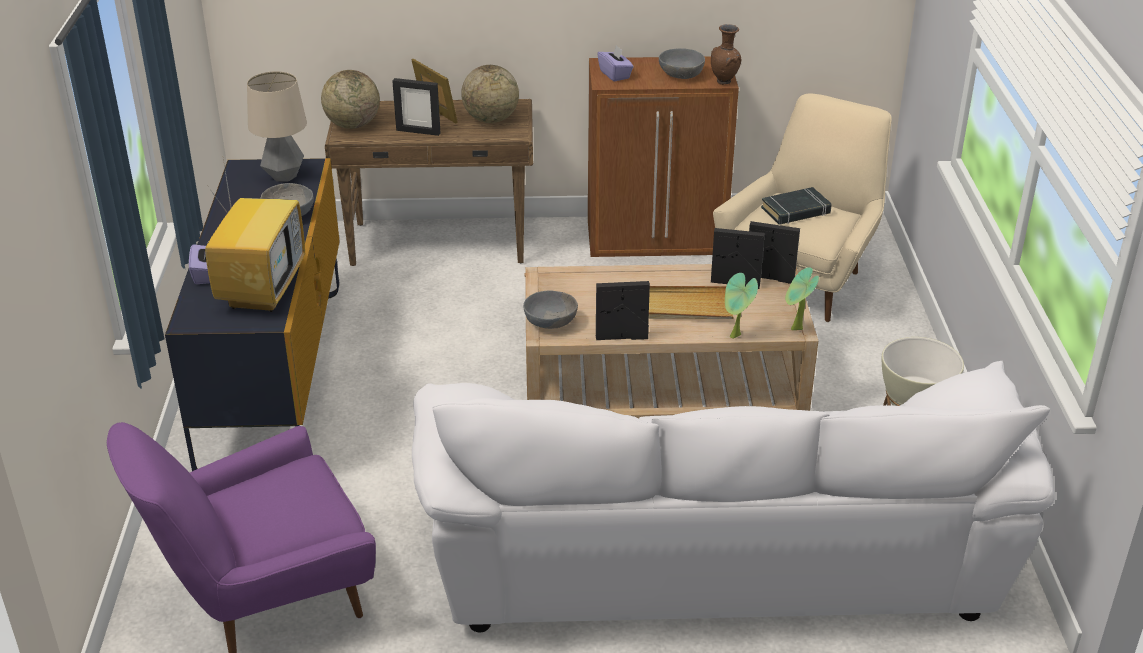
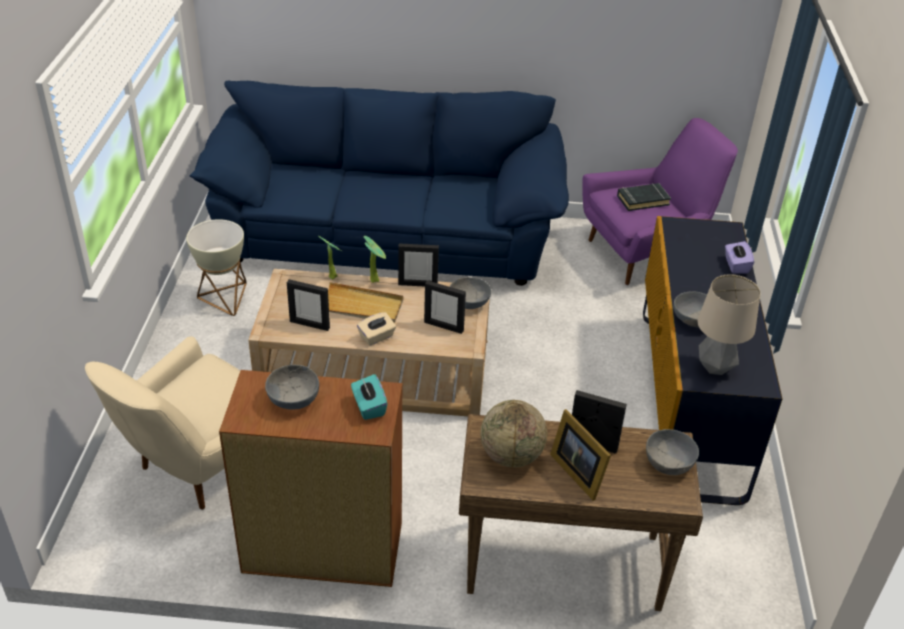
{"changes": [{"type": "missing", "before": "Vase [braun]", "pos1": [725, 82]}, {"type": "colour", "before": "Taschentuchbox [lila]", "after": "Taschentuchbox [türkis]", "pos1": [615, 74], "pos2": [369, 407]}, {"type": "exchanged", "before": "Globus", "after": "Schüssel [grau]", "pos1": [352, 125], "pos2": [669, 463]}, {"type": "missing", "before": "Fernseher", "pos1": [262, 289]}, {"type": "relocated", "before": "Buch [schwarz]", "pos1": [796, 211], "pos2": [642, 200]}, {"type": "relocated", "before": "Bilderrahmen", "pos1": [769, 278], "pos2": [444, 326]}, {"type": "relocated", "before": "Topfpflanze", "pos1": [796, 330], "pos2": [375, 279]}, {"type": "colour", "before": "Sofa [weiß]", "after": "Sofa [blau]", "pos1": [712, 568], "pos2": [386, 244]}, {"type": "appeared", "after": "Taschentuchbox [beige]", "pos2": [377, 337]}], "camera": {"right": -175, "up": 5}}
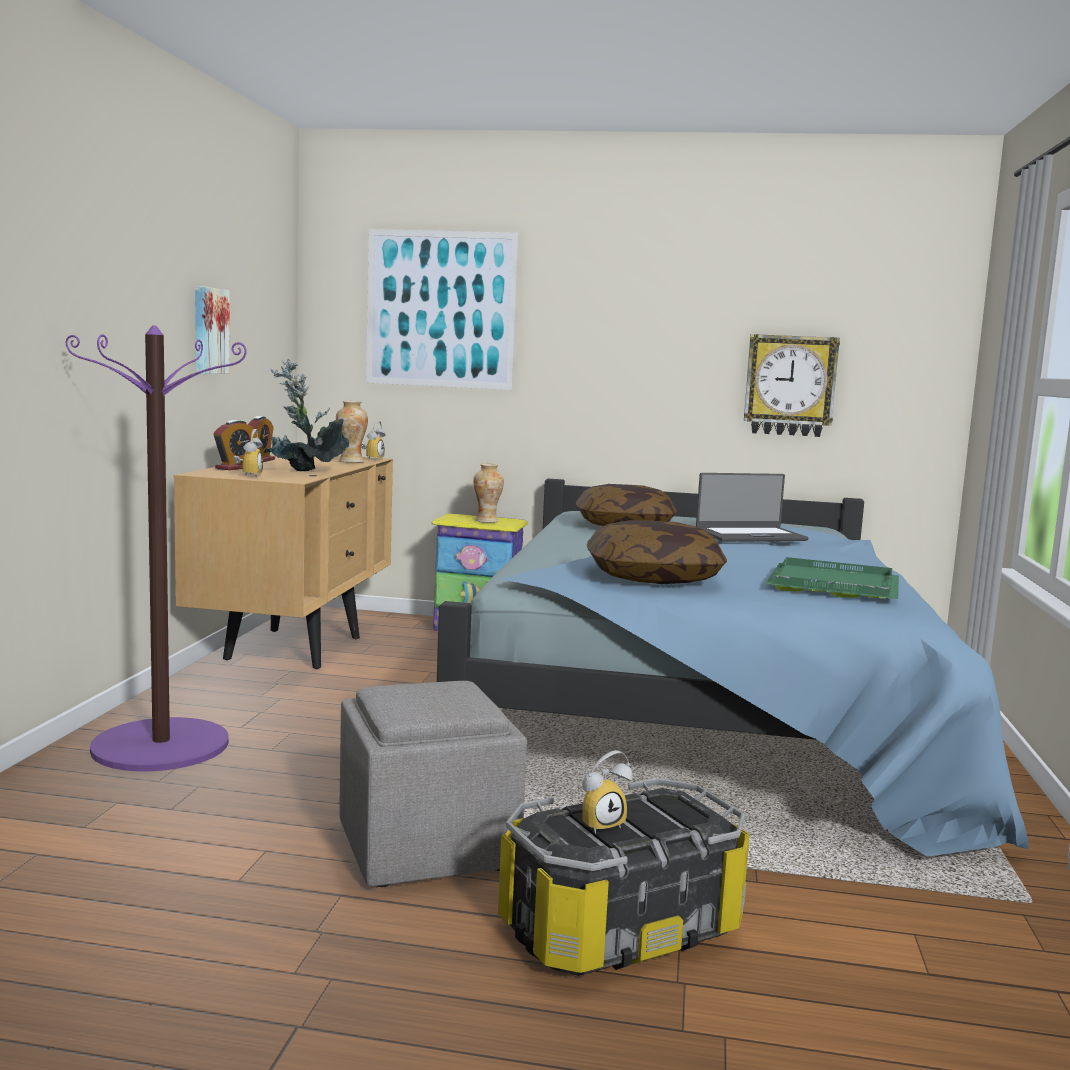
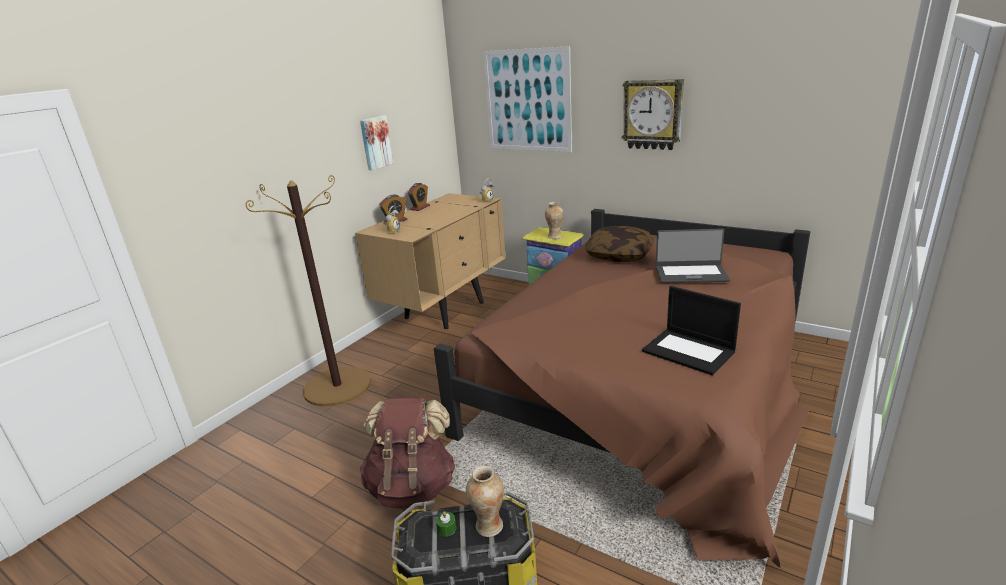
{"changes": [{"type": "colour", "before": "Kleiderständer [lila]", "after": "Kleiderständer [braun]", "pos1": [161, 745], "pos2": [337, 386]}, {"type": "relocated", "before": "Wanduhr", "pos1": [790, 385], "pos2": [652, 114]}, {"type": "missing", "before": "Topfpflanze", "pos1": [304, 472]}, {"type": "relocated", "before": "Vase", "pos1": [351, 461], "pos2": [489, 526]}, {"type": "colour", "before": "Bett [blau]", "after": "Bett [braun]", "pos1": [703, 713], "pos2": [646, 388]}, {"type": "missing", "before": "Kissen", "pos1": [653, 577]}, {"type": "exchanged", "before": "Tablett [grün]", "after": "Laptop", "pos1": [836, 585], "pos2": [689, 351]}, {"type": "exchanged", "before": "Polsterhocker [grau]", "after": "Rucksack [braun]", "pos1": [427, 846], "pos2": [412, 487]}, {"type": "exchanged", "before": "Wecker", "after": "Kerze [grün]", "pos1": [601, 823], "pos2": [446, 528]}], "camera": {"right": 25, "up": 15}}
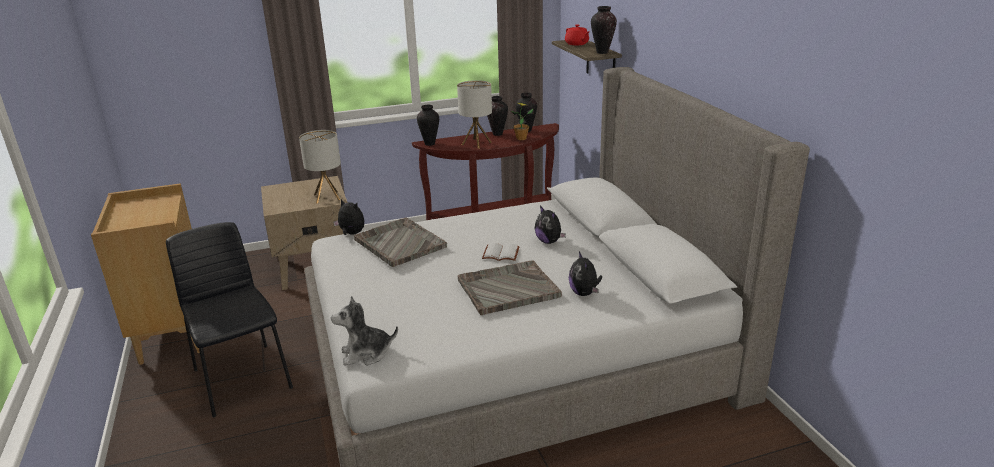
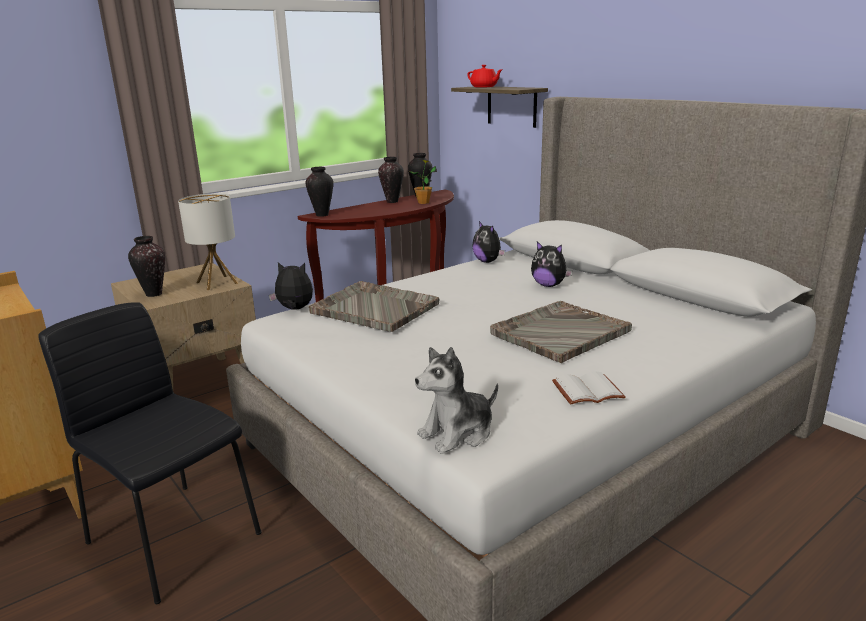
{"changes": [{"type": "relocated", "before": "Vase", "pos1": [602, 52], "pos2": [154, 294]}, {"type": "missing", "before": "Tischlampe", "pos1": [476, 143]}, {"type": "relocated", "before": "Buch [weiß]", "pos1": [501, 253], "pos2": [588, 390]}, {"type": "relocated", "before": "Plüschtier", "pos1": [584, 293], "pos2": [488, 261]}], "camera": {"right": -20, "up": -5}}
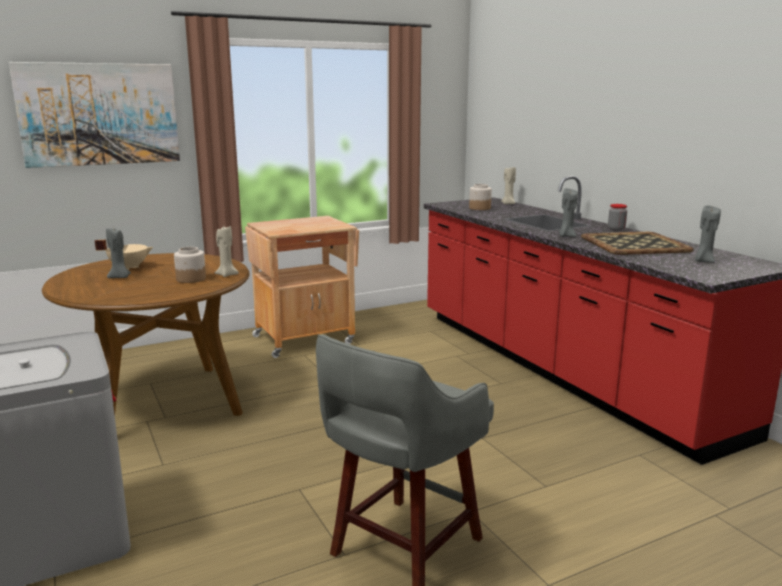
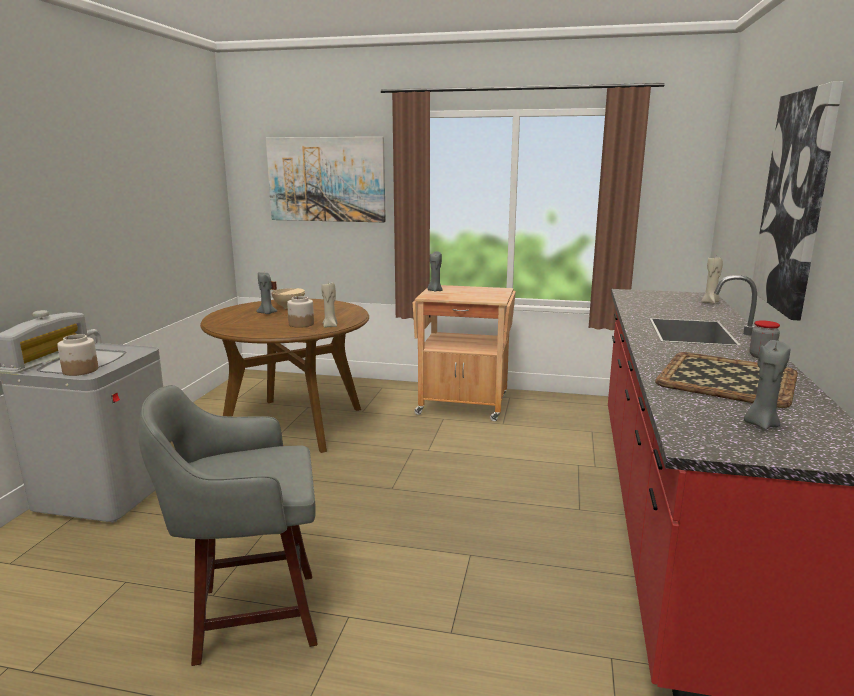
{"changes": [{"type": "relocated", "before": "Vorratsglas", "pos1": [479, 208], "pos2": [80, 370]}, {"type": "relocated", "before": "Kerze [grau]", "pos1": [566, 236], "pos2": [435, 290]}, {"type": "appeared", "after": "Bild", "pos2": [795, 202]}], "camera": {"right": 40, "up": 0}}
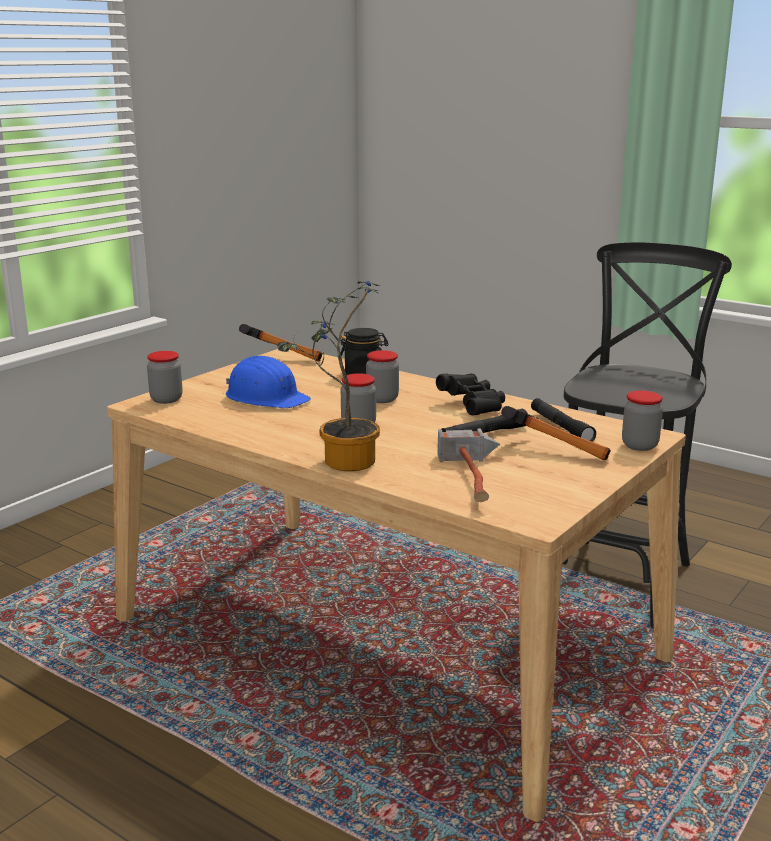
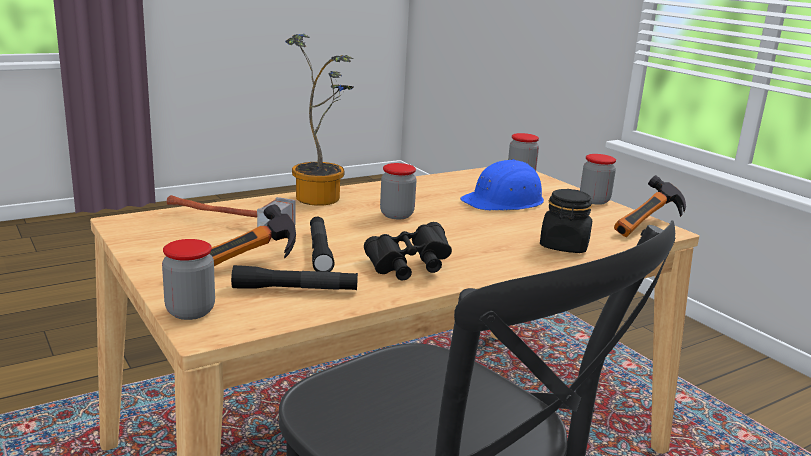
{"changes": [{"type": "relocated", "before": "Vorratsglas", "pos1": [382, 399], "pos2": [594, 200]}], "camera": {"right": 110, "up": 0}}
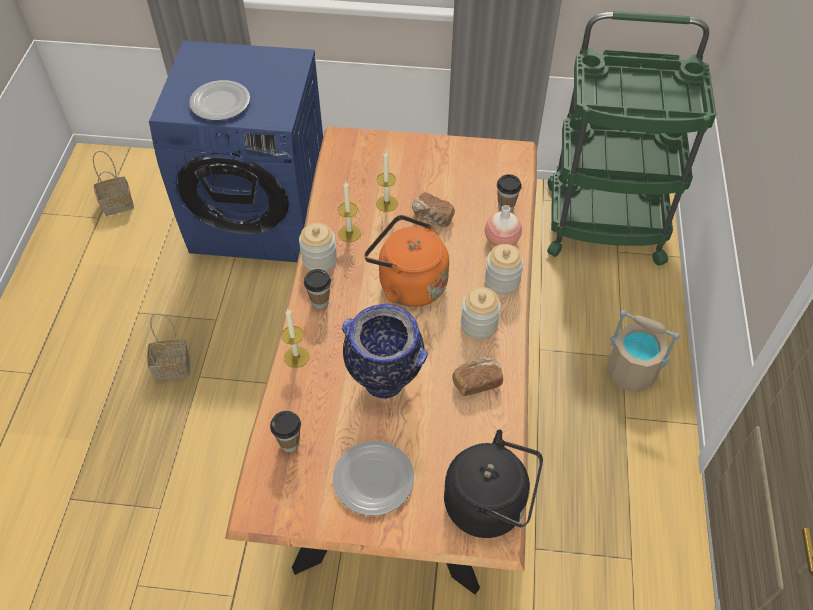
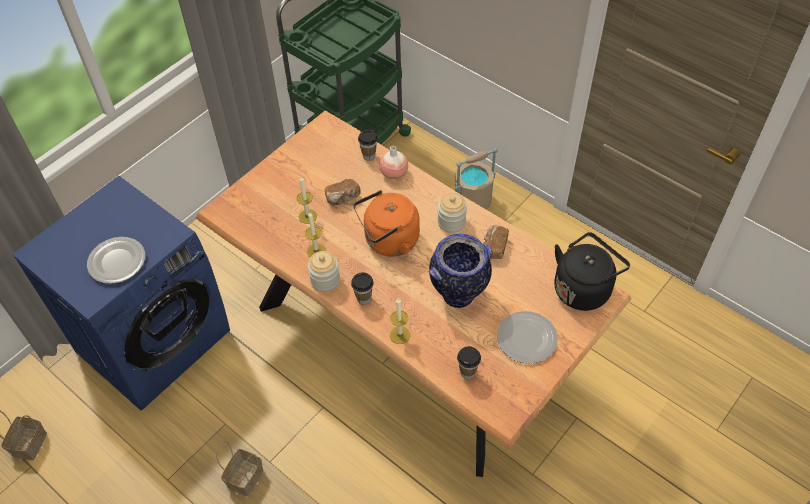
{"changes": [{"type": "missing", "before": "Vorratsglas", "pos1": [502, 281]}], "camera": {"right": -55, "up": 0}}
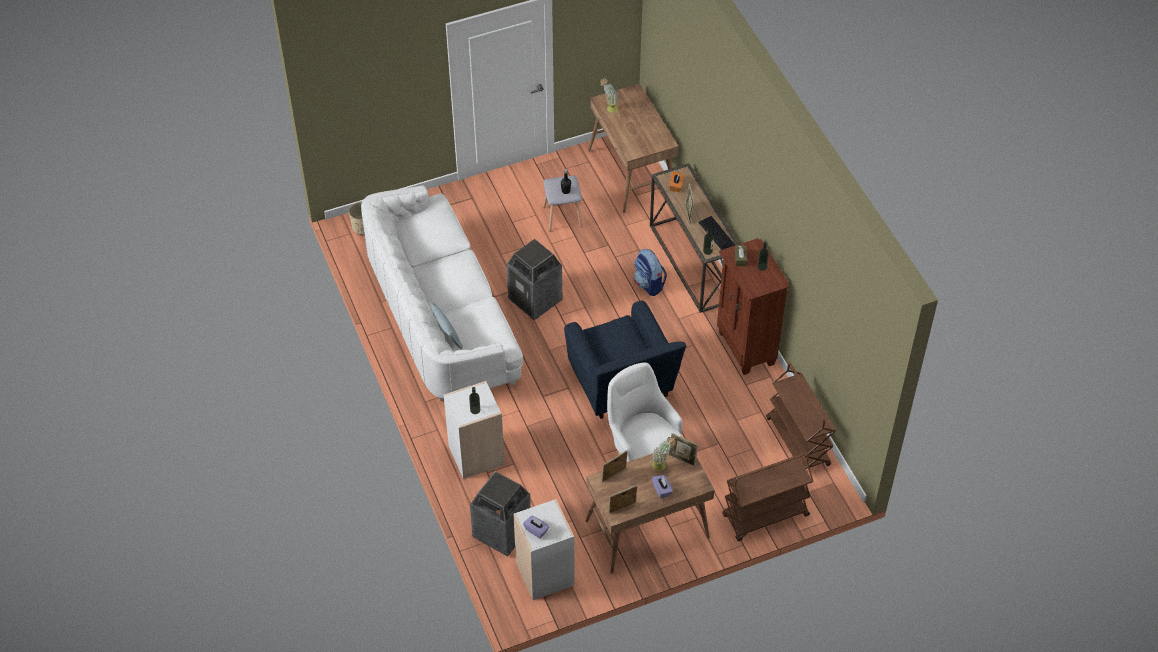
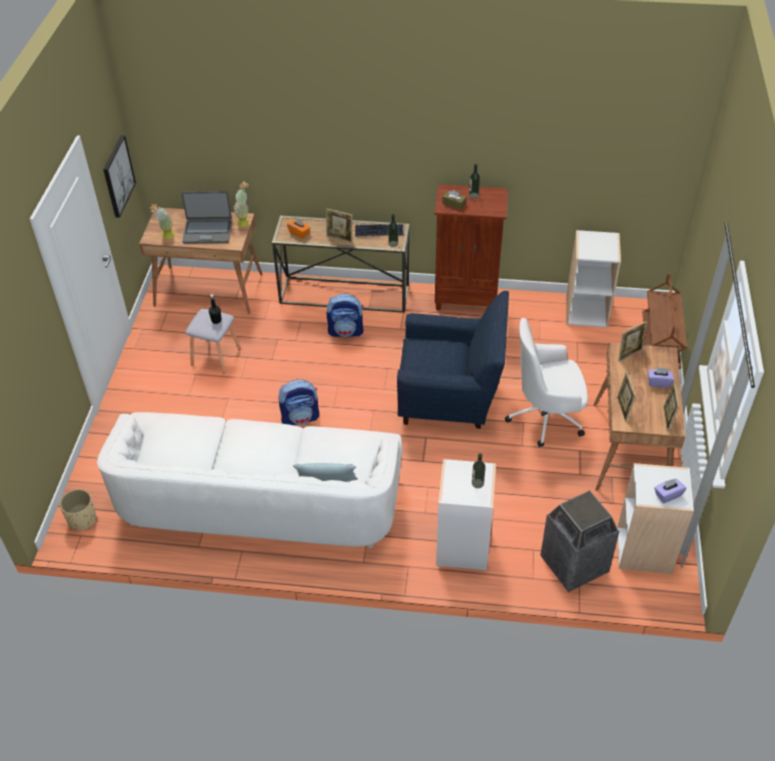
{"changes": [{"type": "exchanged", "before": "Mülleimer", "after": "Rucksack", "pos1": [535, 300], "pos2": [300, 417]}, {"type": "exchanged", "before": "Rollwagen [braun]", "after": "Bücherregal", "pos1": [798, 442], "pos2": [587, 311]}, {"type": "relocated", "before": "Topfpflanze", "pos1": [662, 465], "pos2": [244, 221]}, {"type": "appeared", "after": "Bild", "pos2": [118, 176]}, {"type": "appeared", "after": "Laptop", "pos2": [207, 232]}], "camera": {"right": -60, "up": -5}}
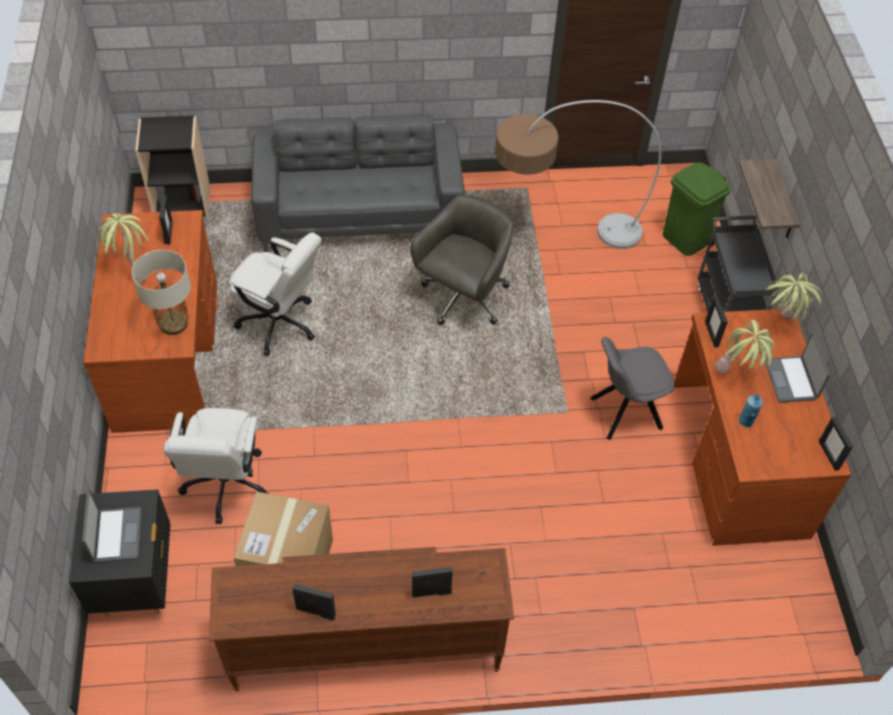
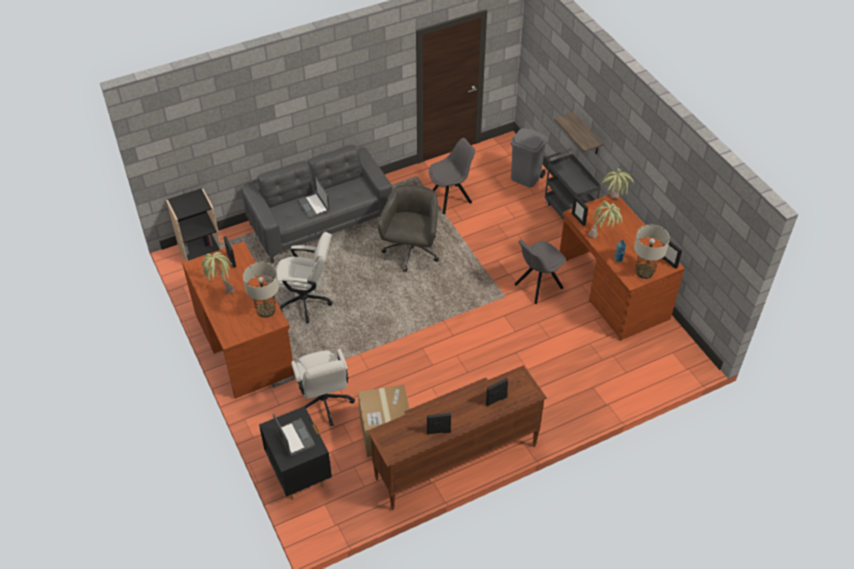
{"changes": [{"type": "exchanged", "before": "Stehlampe", "after": "Stuhl [grau]", "pos1": [559, 237], "pos2": [450, 199]}, {"type": "colour", "before": "Mülleimer [grün]", "after": "Mülleimer [grau]", "pos1": [686, 239], "pos2": [526, 178]}, {"type": "relocated", "before": "Laptop", "pos1": [791, 380], "pos2": [314, 206]}, {"type": "appeared", "after": "Tischlampe", "pos2": [644, 272]}], "camera": {"right": -20, "up": -5}}
